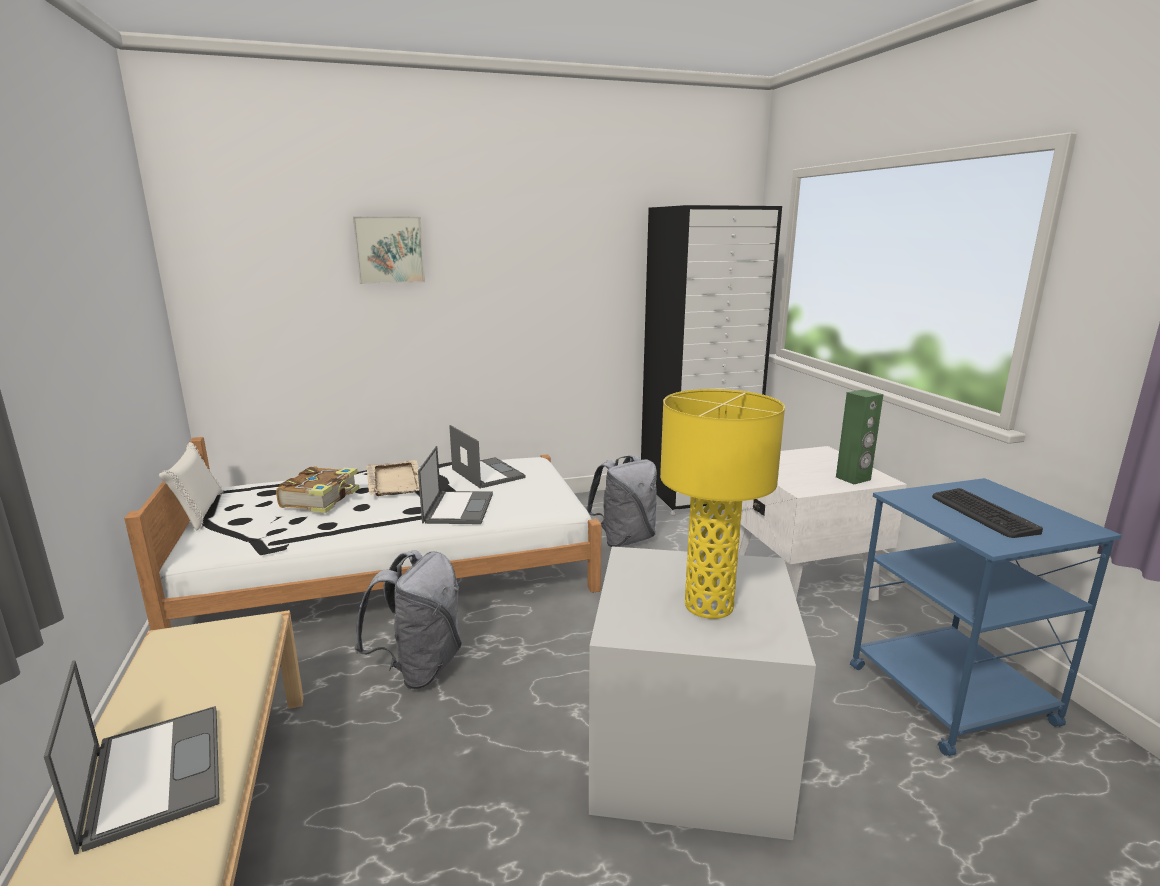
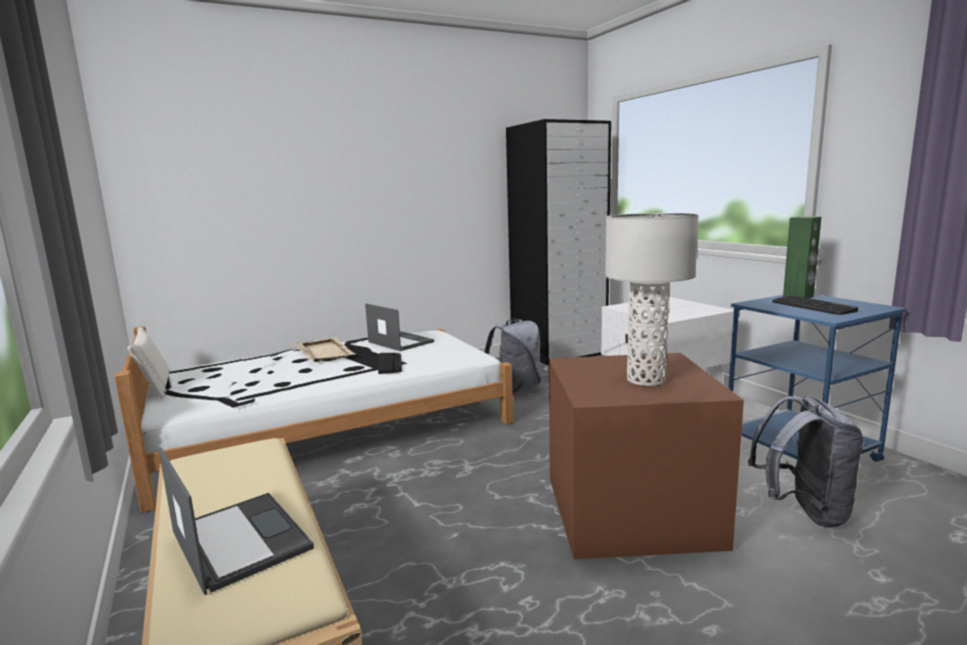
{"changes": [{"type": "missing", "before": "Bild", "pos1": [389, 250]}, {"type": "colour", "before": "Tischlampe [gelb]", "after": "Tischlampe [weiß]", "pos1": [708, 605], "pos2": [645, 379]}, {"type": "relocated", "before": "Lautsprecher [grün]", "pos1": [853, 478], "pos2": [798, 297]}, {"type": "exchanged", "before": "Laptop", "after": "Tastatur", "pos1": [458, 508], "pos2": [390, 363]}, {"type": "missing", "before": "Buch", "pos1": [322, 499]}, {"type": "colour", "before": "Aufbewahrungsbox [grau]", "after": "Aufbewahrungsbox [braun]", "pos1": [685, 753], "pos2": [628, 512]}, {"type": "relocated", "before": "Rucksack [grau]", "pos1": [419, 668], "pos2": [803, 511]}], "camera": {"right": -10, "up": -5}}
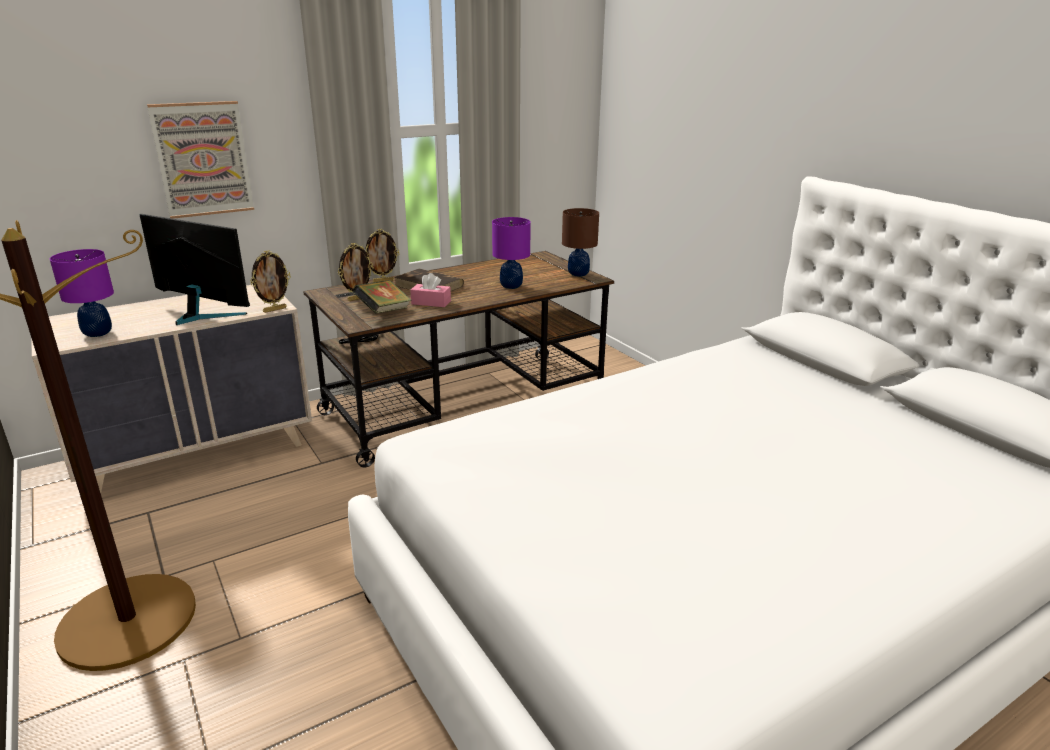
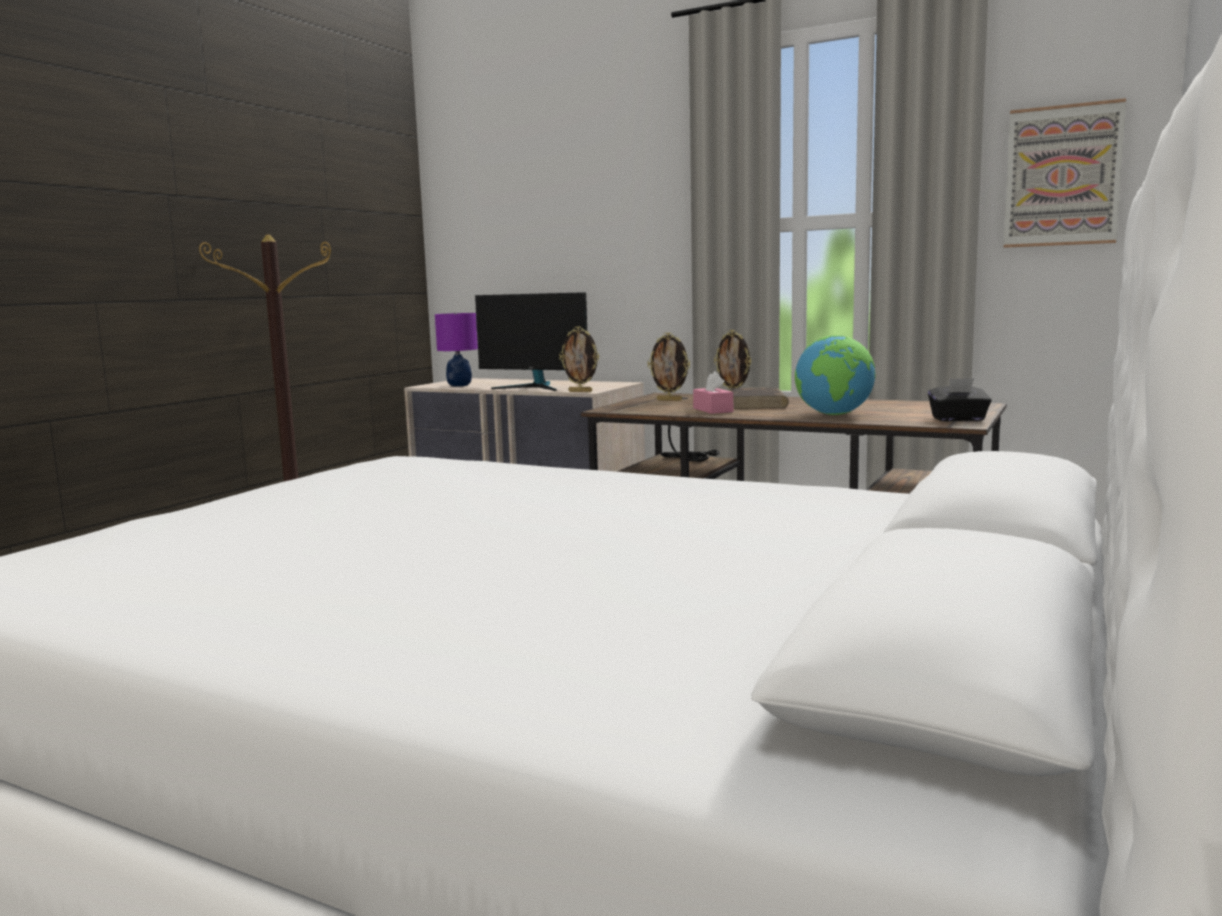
{"changes": [{"type": "relocated", "before": "Bild", "pos1": [203, 159], "pos2": [1062, 176]}, {"type": "exchanged", "before": "Tischlampe [braun]", "after": "Taschentuchbox [schwarz]", "pos1": [578, 274], "pos2": [958, 419]}, {"type": "spun", "before": "Monitor", "pos1": [201, 314], "pos2": [535, 387], "turn": 120}, {"type": "exchanged", "before": "Tischlampe [lila]", "after": "Globus", "pos1": [512, 287], "pos2": [834, 414]}, {"type": "missing", "before": "Buch", "pos1": [384, 312]}], "camera": {"right": 60, "up": -15}}
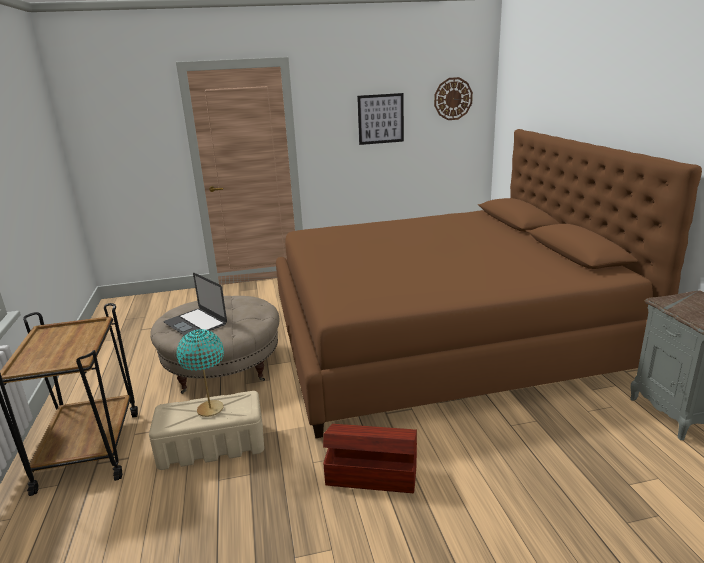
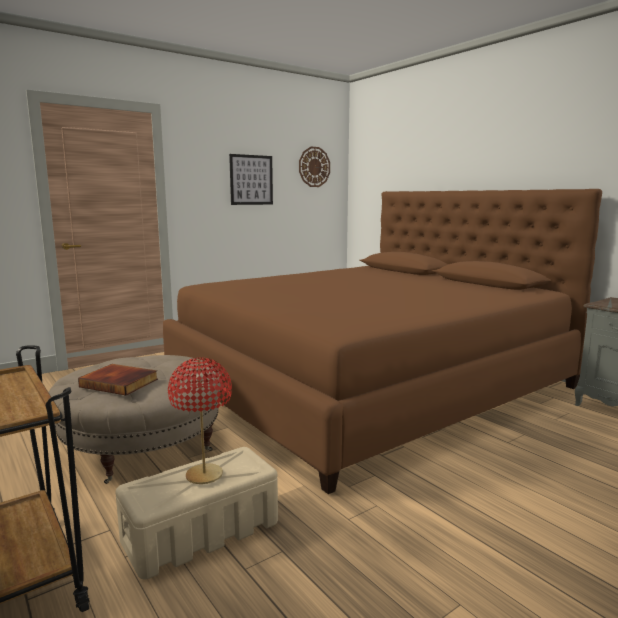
{"changes": [{"type": "exchanged", "before": "Laptop", "after": "Buch", "pos1": [195, 323], "pos2": [120, 382]}, {"type": "colour", "before": "Tischlampe [türkis]", "after": "Tischlampe [rot]", "pos1": [210, 409], "pos2": [205, 475]}, {"type": "missing", "before": "Aufbewahrungsbox [braun]", "pos1": [371, 473]}], "camera": {"right": -25, "up": -10}}
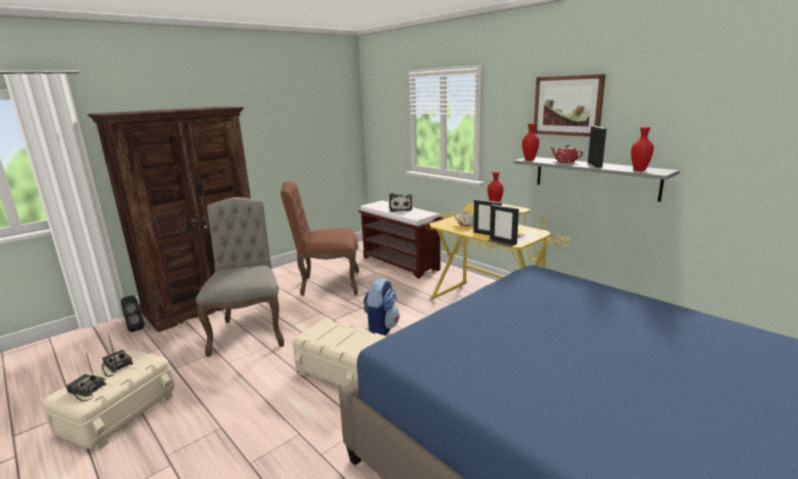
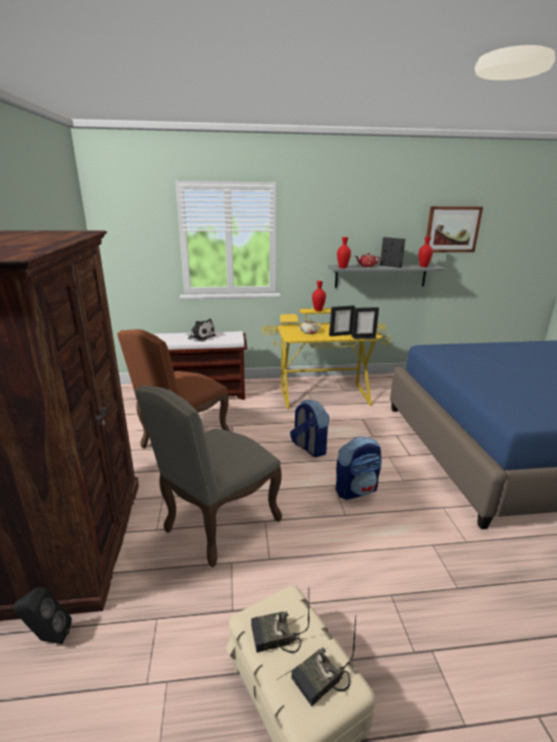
{"changes": [{"type": "relocated", "before": "Bild", "pos1": [567, 105], "pos2": [452, 229]}, {"type": "spun", "before": "Stuhl [grau]", "pos1": [250, 332], "pos2": [218, 524], "turn": -75}, {"type": "exchanged", "before": "Aufbewahrungsbox [beige]", "after": "Rucksack", "pos1": [343, 370], "pos2": [356, 490]}], "camera": {"right": -55, "up": 5}}
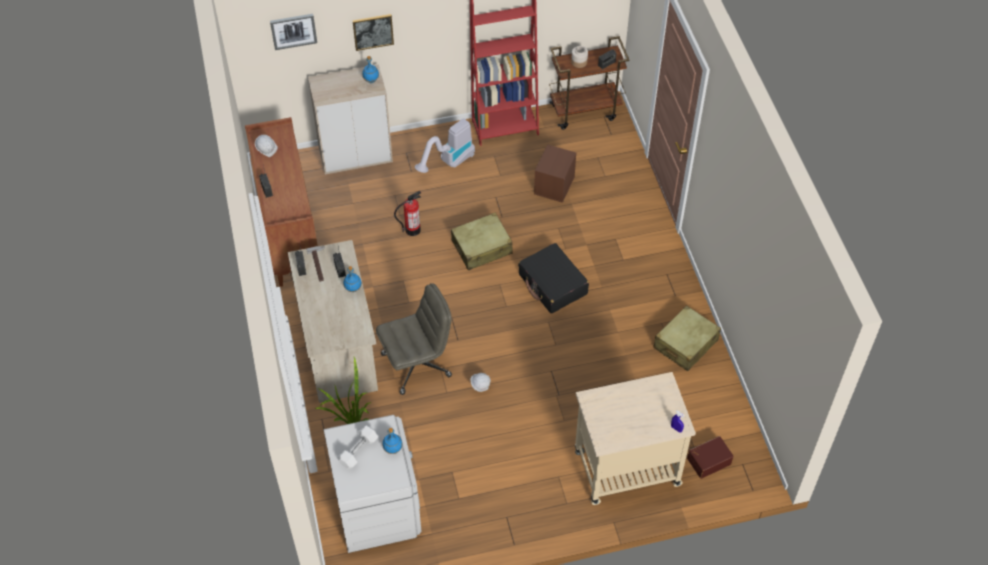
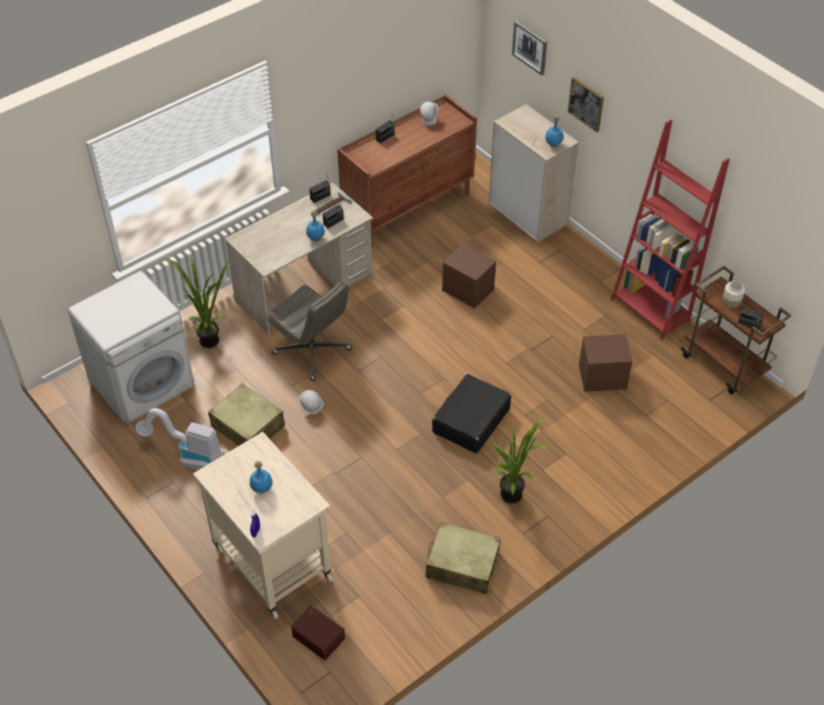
{"changes": [{"type": "relocated", "before": "Staubsauger", "pos1": [448, 163], "pos2": [188, 457]}, {"type": "exchanged", "before": "Feuerlöscher", "after": "Aufbewahrungsbox [braun]", "pos1": [412, 230], "pos2": [468, 289]}, {"type": "relocated", "before": "Koffer [beige]", "pos1": [482, 247], "pos2": [248, 426]}, {"type": "missing", "before": "Hantel [weiß]", "pos1": [358, 451]}, {"type": "relocated", "before": "Flasche [blau]", "pos1": [392, 449], "pos2": [261, 489]}, {"type": "appeared", "after": "Topfpflanze", "pos2": [512, 500]}], "camera": {"right": 65, "up": -5}}
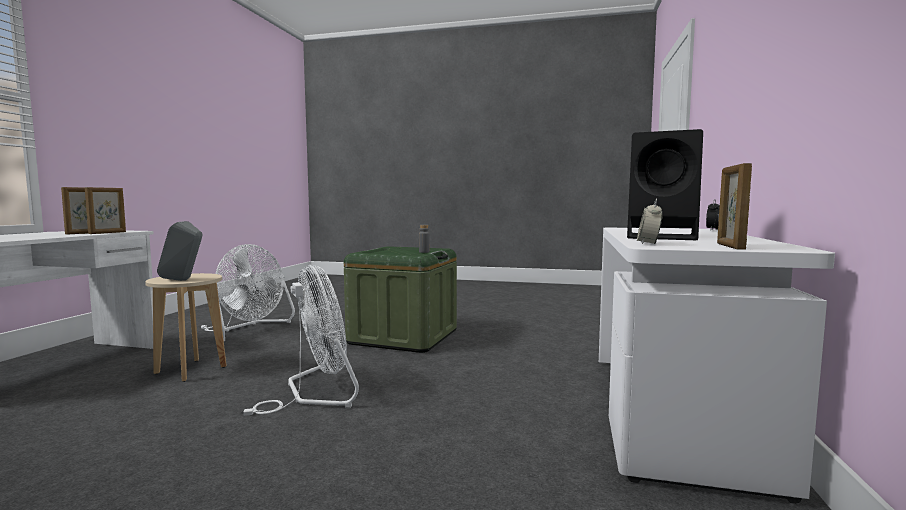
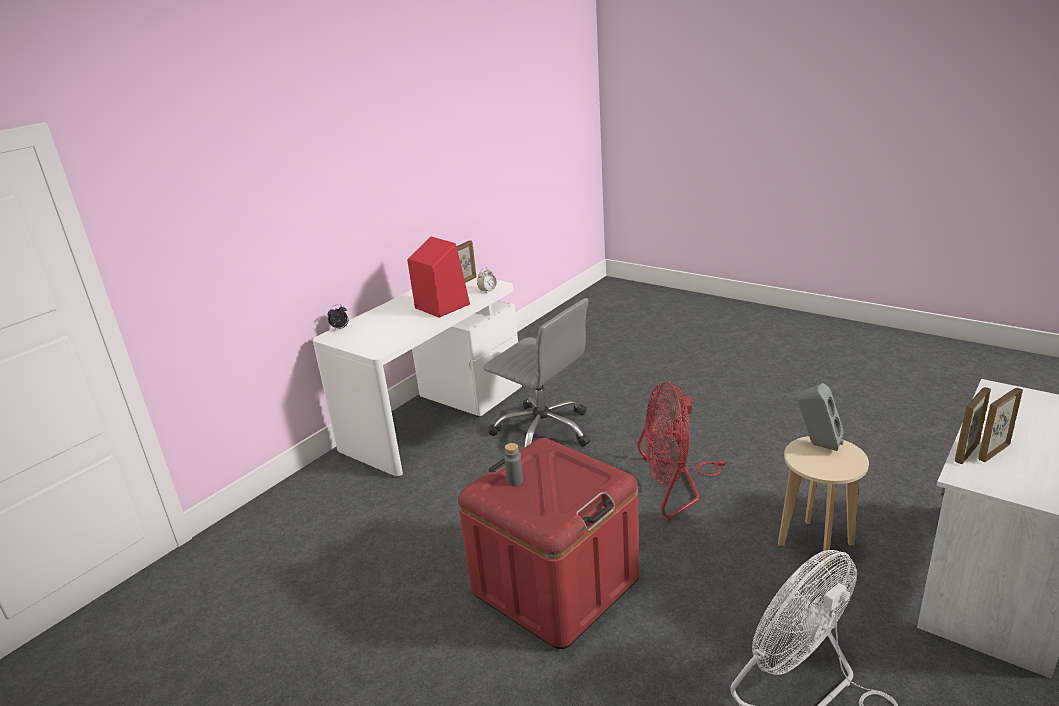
{"changes": [{"type": "colour", "before": "Lautsprecher [schwarz]", "after": "Lautsprecher [rot]", "pos1": [663, 237], "pos2": [441, 306]}, {"type": "colour", "before": "Aufbewahrungsbox [grün]", "after": "Aufbewahrungsbox [rot]", "pos1": [403, 337], "pos2": [555, 585]}, {"type": "colour", "before": "Ventilator [weiß]", "after": "Ventilator [rot]", "pos1": [312, 391], "pos2": [675, 483]}, {"type": "appeared", "after": "Bürostuhl [grau]", "pos2": [543, 431]}], "camera": {"right": -155, "up": 20}}
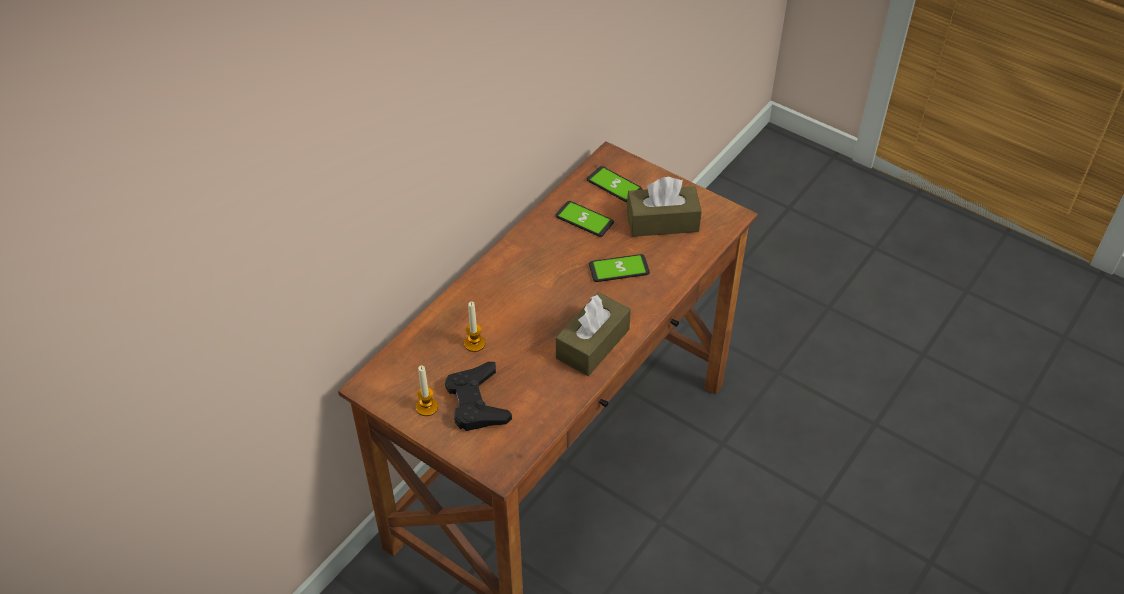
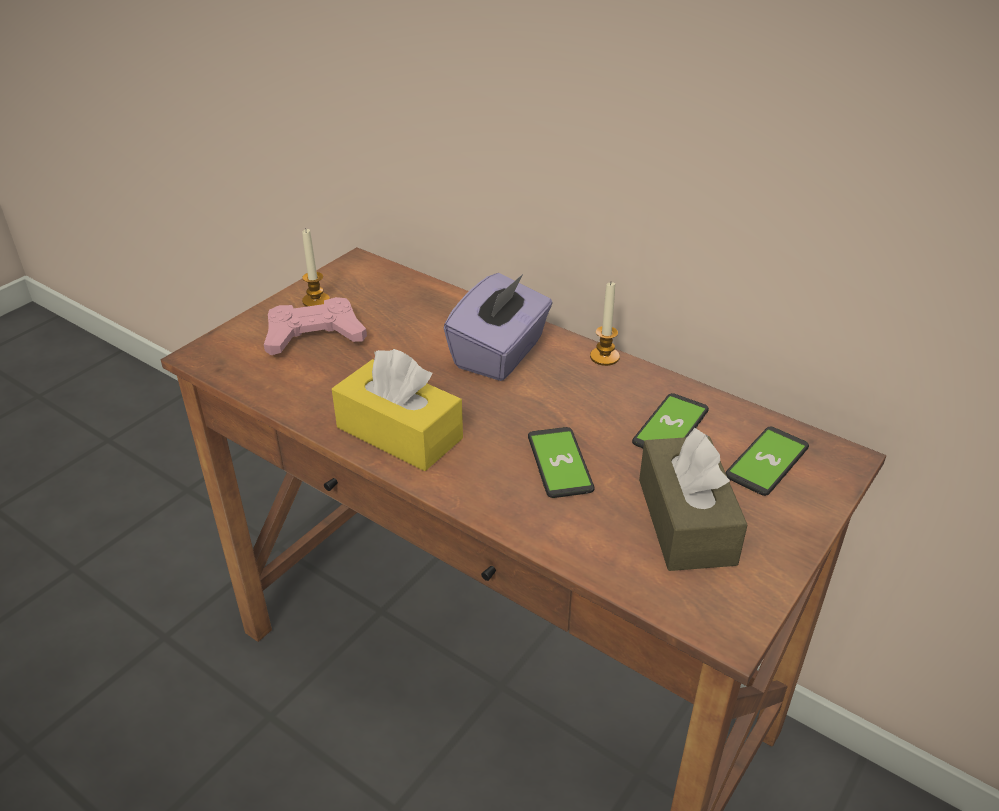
{"changes": [{"type": "colour", "before": "Taschentuchbox [braun]", "after": "Taschentuchbox [gelb]", "pos1": [592, 344], "pos2": [399, 433]}, {"type": "relocated", "before": "Kerze", "pos1": [474, 343], "pos2": [604, 357]}, {"type": "colour", "before": "Gamepad [schwarz]", "after": "Gamepad [rosa]", "pos1": [477, 402], "pos2": [314, 335]}, {"type": "appeared", "after": "Taschentuchbox [lila]", "pos2": [500, 354]}], "camera": {"right": 90, "up": -10}}
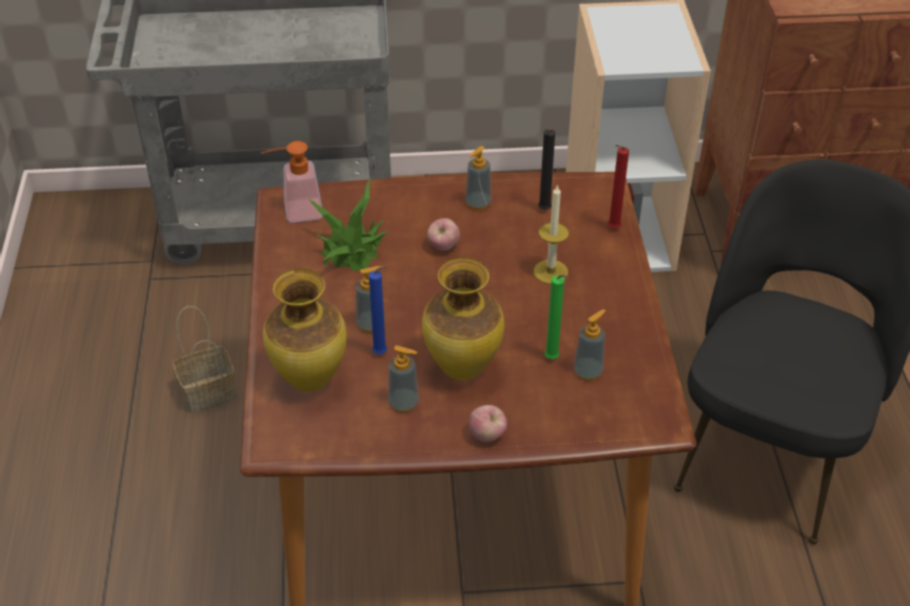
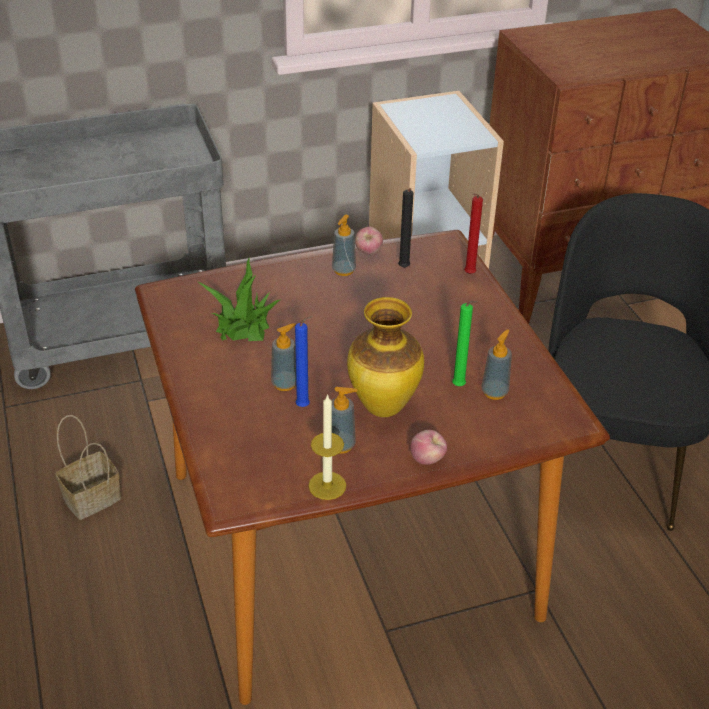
{"changes": [{"type": "missing", "before": "Seifenspender", "pos1": [295, 212]}, {"type": "relocated", "before": "Kerze", "pos1": [550, 272], "pos2": [327, 485]}, {"type": "relocated", "before": "Apfel", "pos1": [443, 247], "pos2": [368, 252]}, {"type": "missing", "before": "Vase", "pos1": [311, 381]}], "camera": {"right": -15, "up": -5}}
